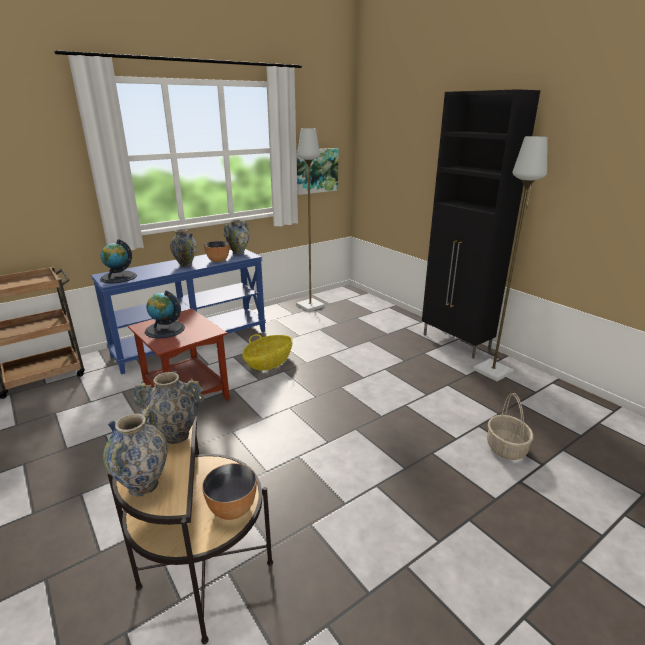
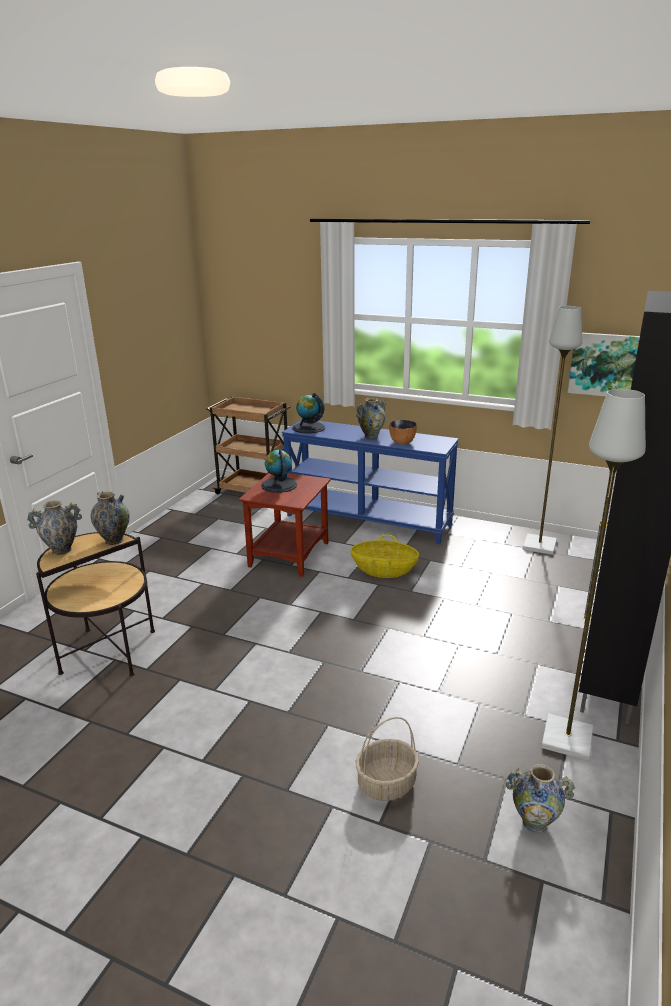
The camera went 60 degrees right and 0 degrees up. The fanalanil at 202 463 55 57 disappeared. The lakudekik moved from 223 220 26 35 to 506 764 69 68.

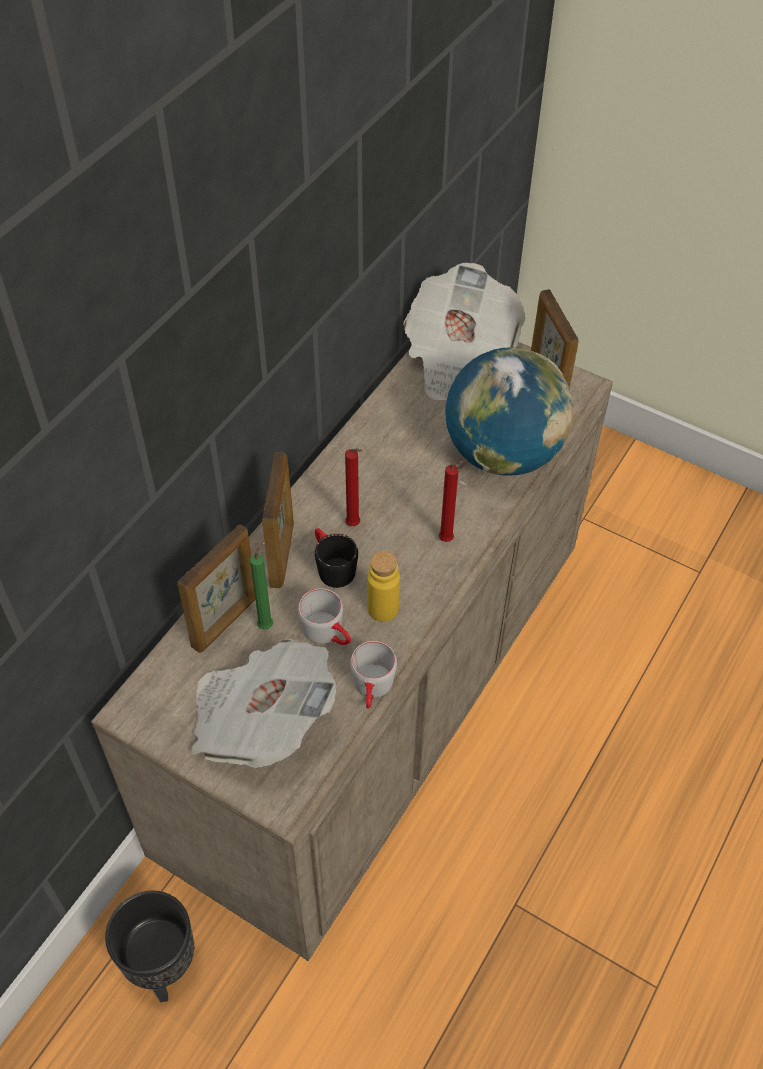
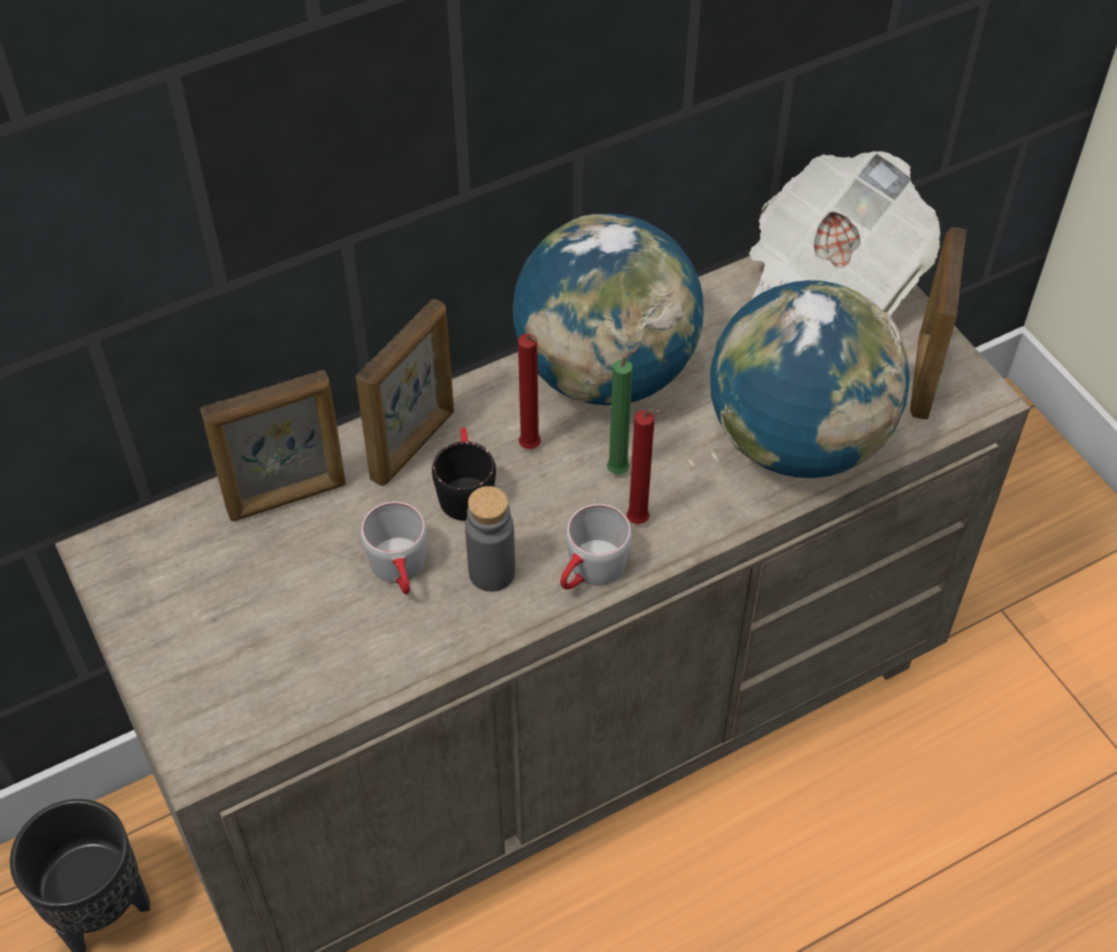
The camera went 30 degrees right and 0 degrees up. The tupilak at 191 639 146 129 disappeared. The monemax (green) moved from 250 541 23 89 to 607 345 34 130. The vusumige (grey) moved from 350 641 47 68 to 560 504 72 85. The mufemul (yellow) at 367 551 33 71 became the mufemul (grey) at 465 486 50 106. The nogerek at 513 213 191 192 appeared.

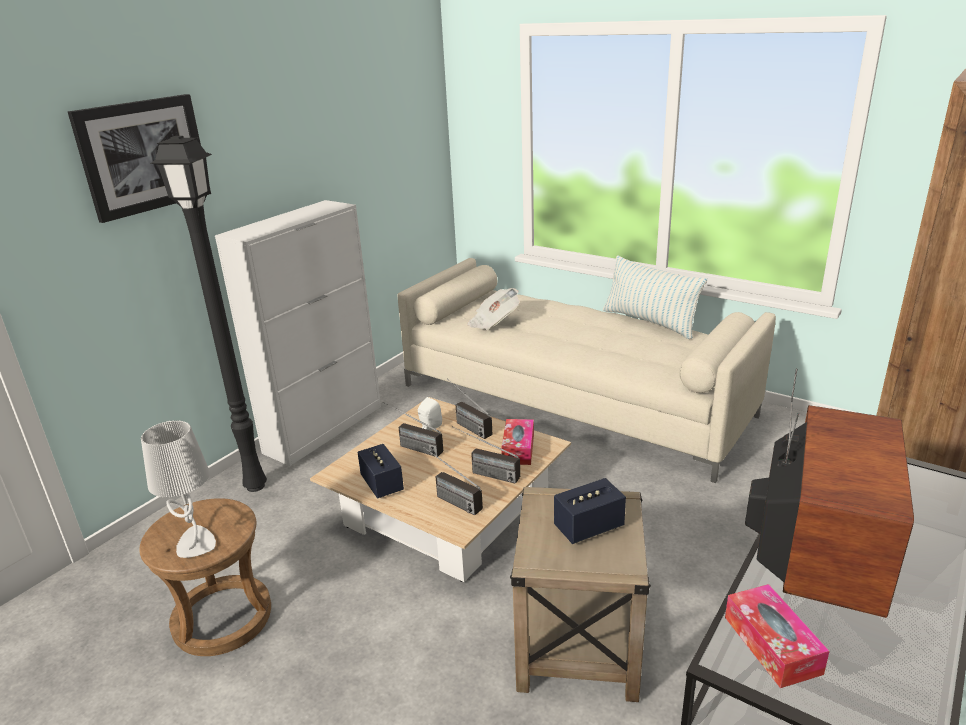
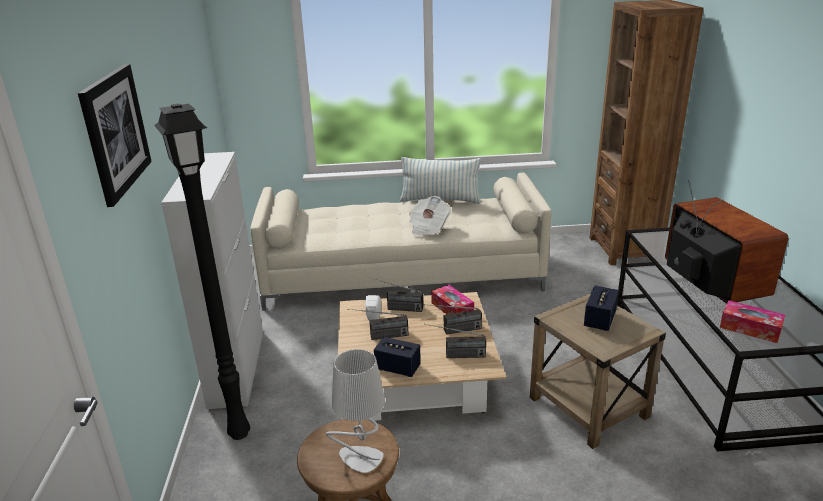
The camera went 40 degrees left and 0 degrees up. The tupilak moved from 467 288 53 42 to 409 196 43 40.

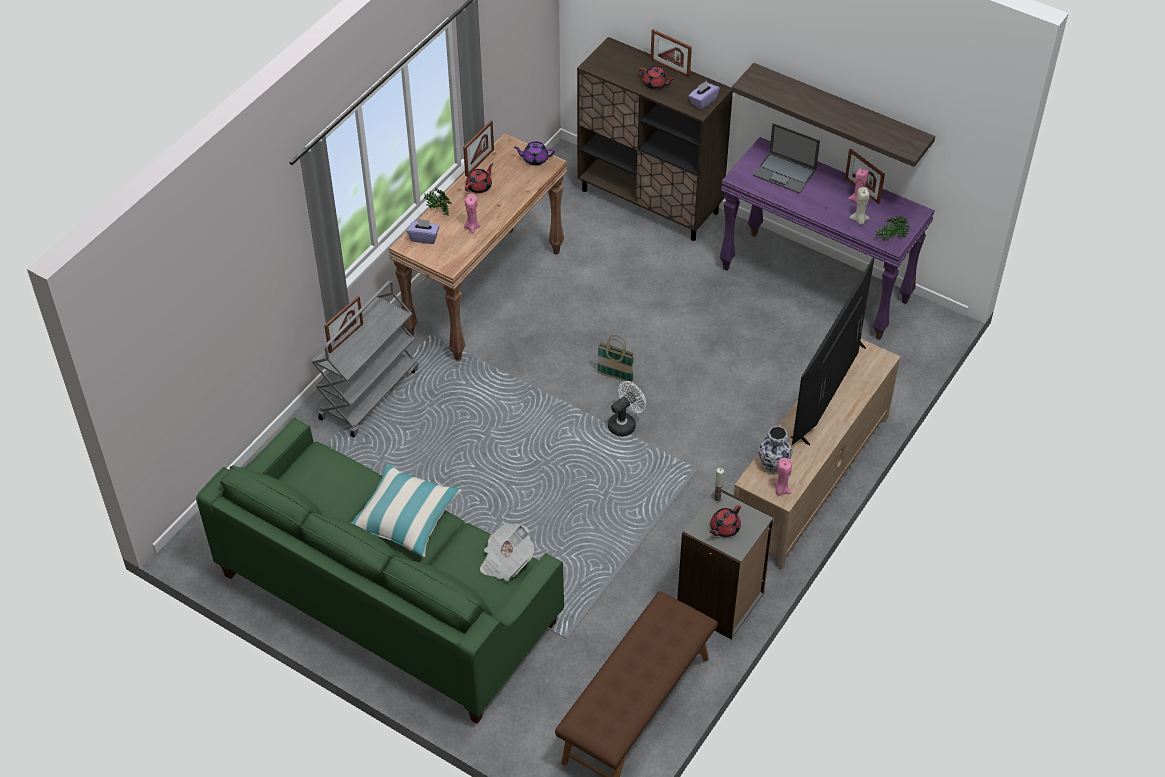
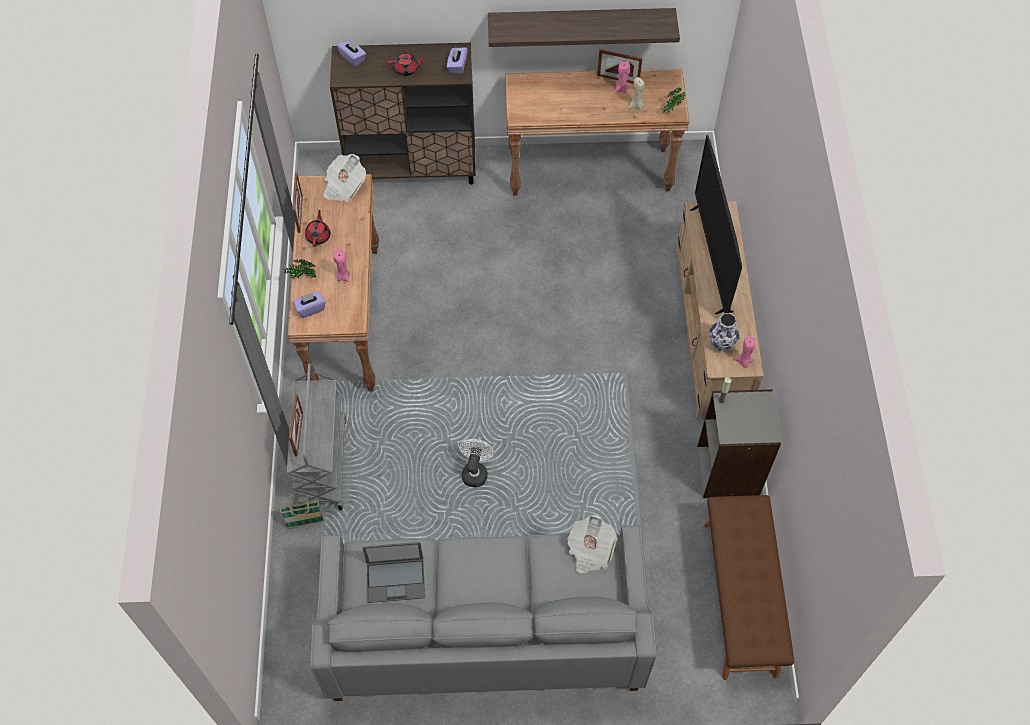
The camera went 35 degrees left and 10 degrees up. The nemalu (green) at 196 418 368 306 became the nemalu (grey) at 310 525 347 176. The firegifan at 351 463 111 94 disappeared. The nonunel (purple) at 514 141 41 25 was replaced by the tupilak at 323 154 43 48. The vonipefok moved from 597 335 37 48 to 280 497 44 32. The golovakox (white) moved from 608 381 38 56 to 460 439 34 48. The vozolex at 651 29 41 49 disappeared. The nonunel (red) at 710 505 31 32 disappeared. The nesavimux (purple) at 719 137 216 203 became the nesavimux (brown) at 505 69 184 127. The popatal moved from 753 123 67 71 to 362 542 63 61. The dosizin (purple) at 337 40 29 27 appeared.

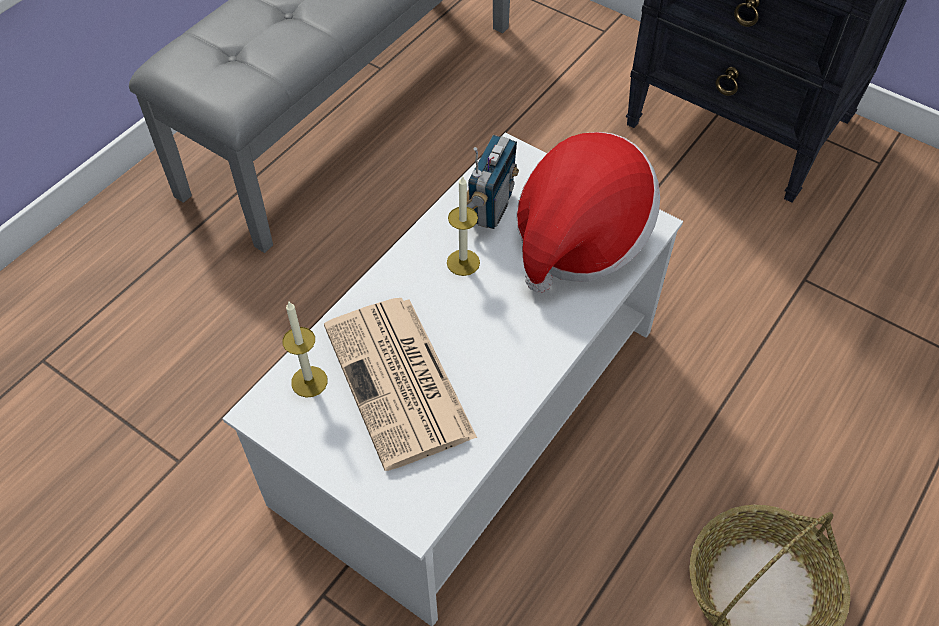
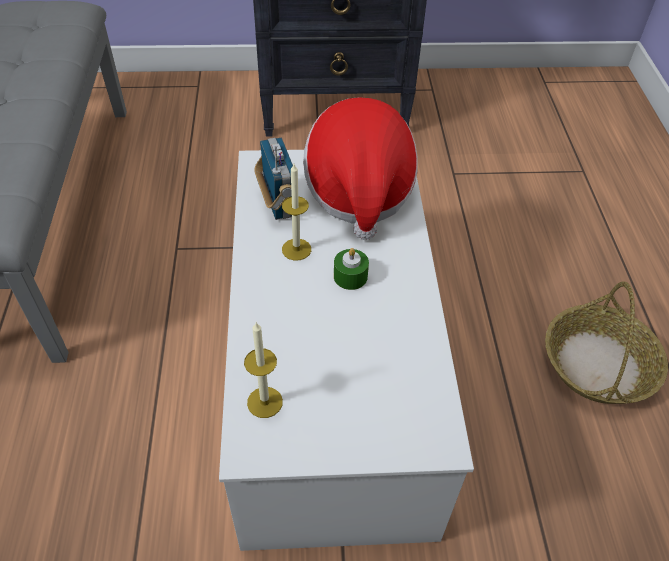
The camera went 40 degrees left and 5 degrees down. The tupilak at 324 298 153 173 disappeared. The monemax (green) at 334 248 35 42 appeared.

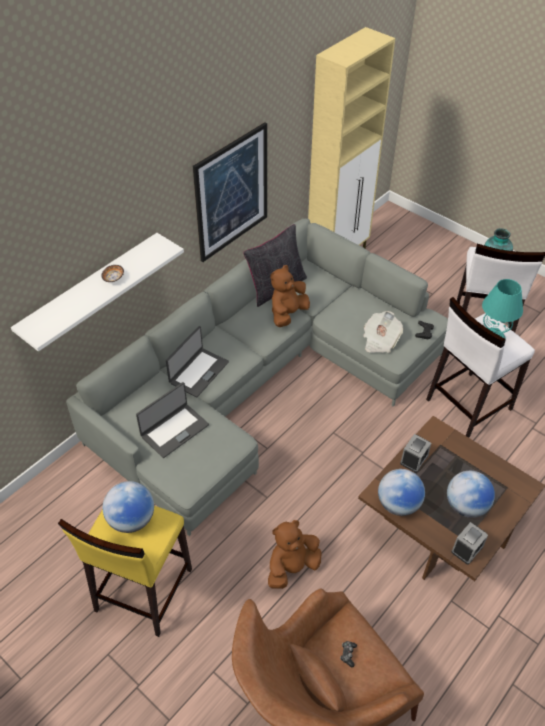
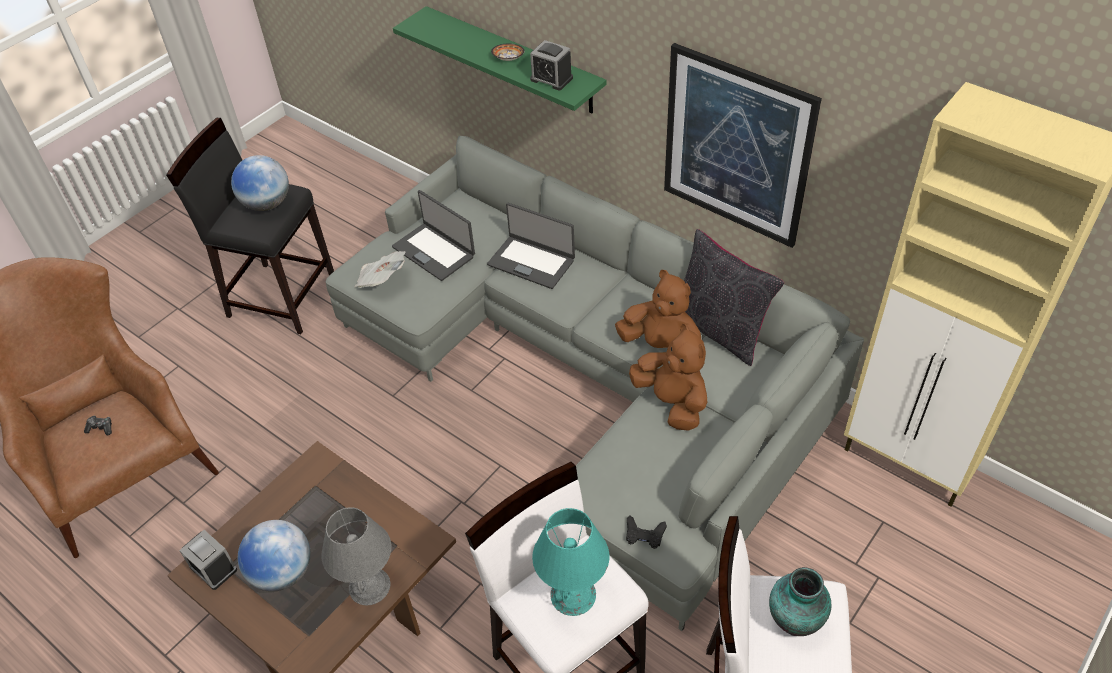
The camera went 90 degrees right and 0 degrees up. The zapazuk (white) at 11 233 173 118 became the zapazuk (green) at 393 6 213 107. The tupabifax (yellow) at 58 506 134 131 became the tupabifax (black) at 166 118 168 216. The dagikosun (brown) moved from 268 520 54 69 to 629 324 78 107. The tupilak moved from 363 311 40 42 to 355 251 51 37. The nogerek at 378 469 47 47 disappeared. The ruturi moved from 400 434 31 39 to 530 40 43 50. The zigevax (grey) at 321 507 70 98 appeared.

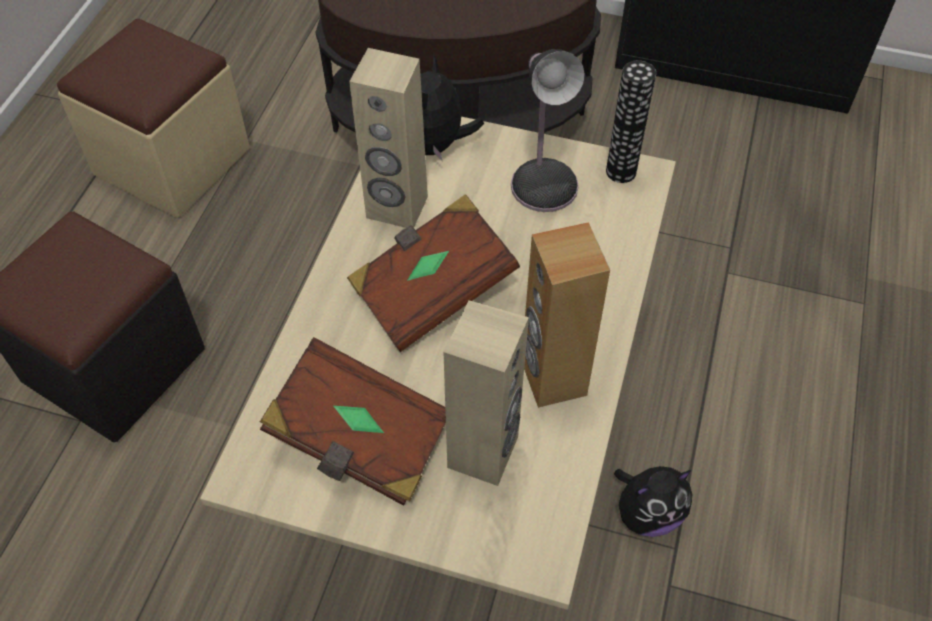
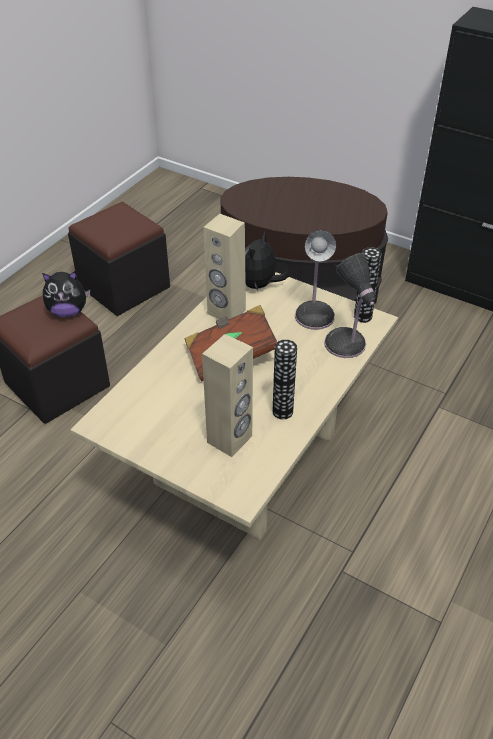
The camera went 15 degrees right and 10 degrees down. The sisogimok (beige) at 57 19 193 199 became the sisogimok (black) at 68 202 102 114. The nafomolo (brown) at 260 337 186 169 disappeared. The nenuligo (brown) at 524 222 86 186 was replaced by the lakudekik at 272 339 25 81. The dagikosun moved from 614 466 78 71 to 42 271 48 46. The zigevax at 324 253 52 105 appeared.

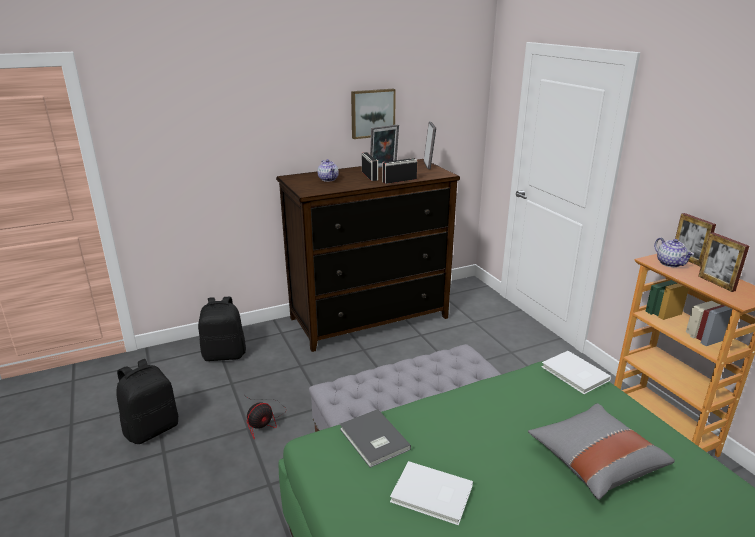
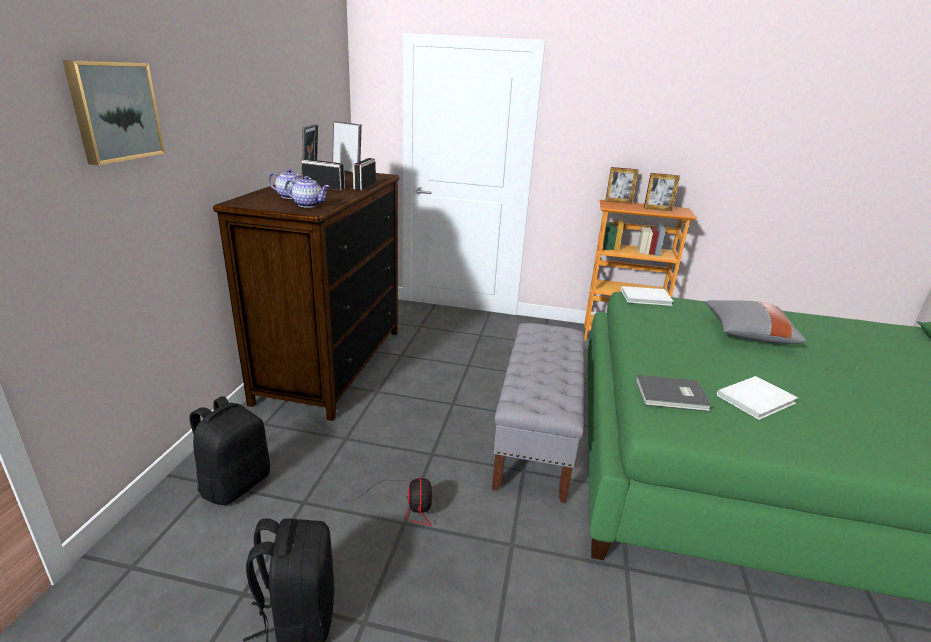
The camera went 55 degrees left and 0 degrees up. The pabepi moved from 351 89 45 50 to 63 60 102 105. The nonunel moved from 654 238 40 29 to 285 176 45 32.

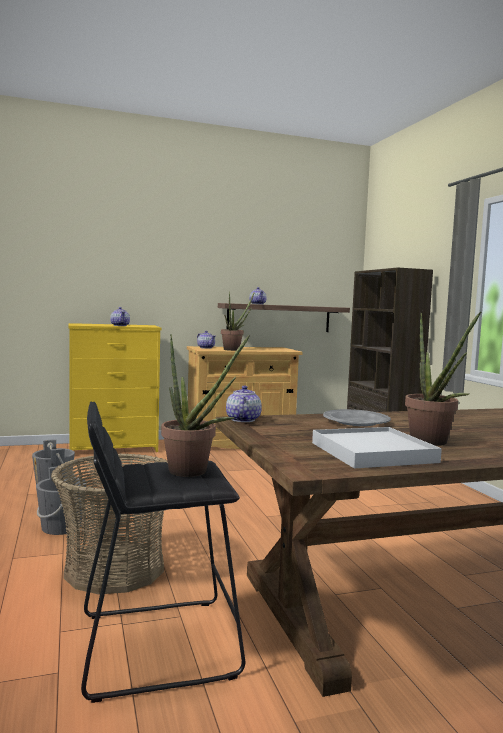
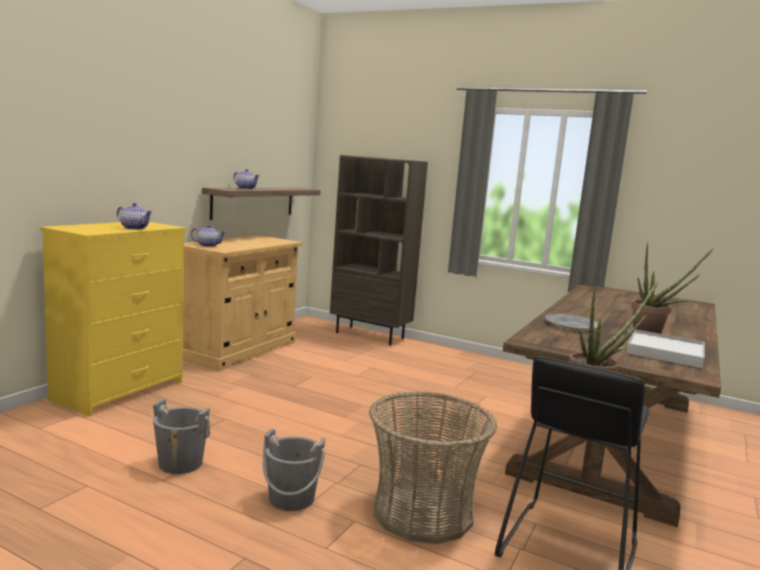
The camera went 45 degrees left and 5 degrees up. The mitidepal at 221 291 34 60 disappeared. The nonunel at 226 385 36 37 disappeared.

